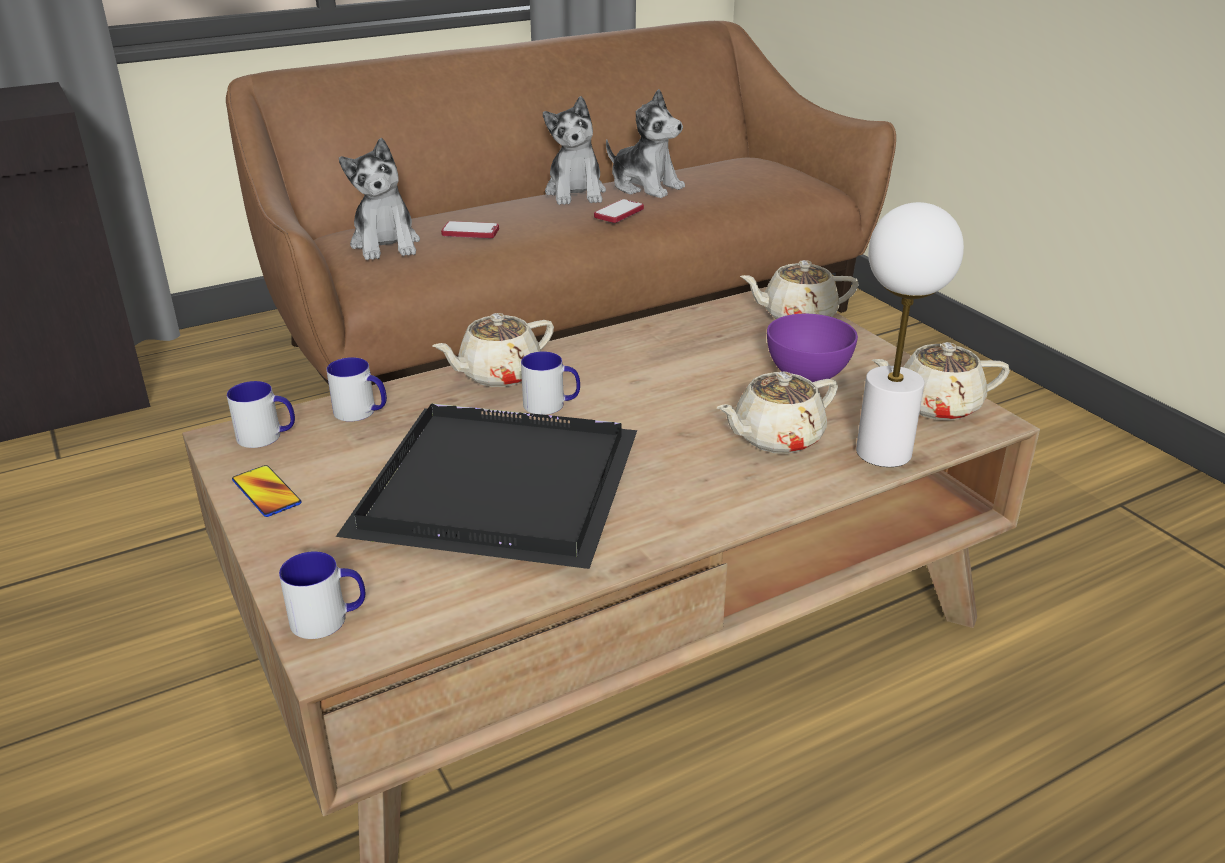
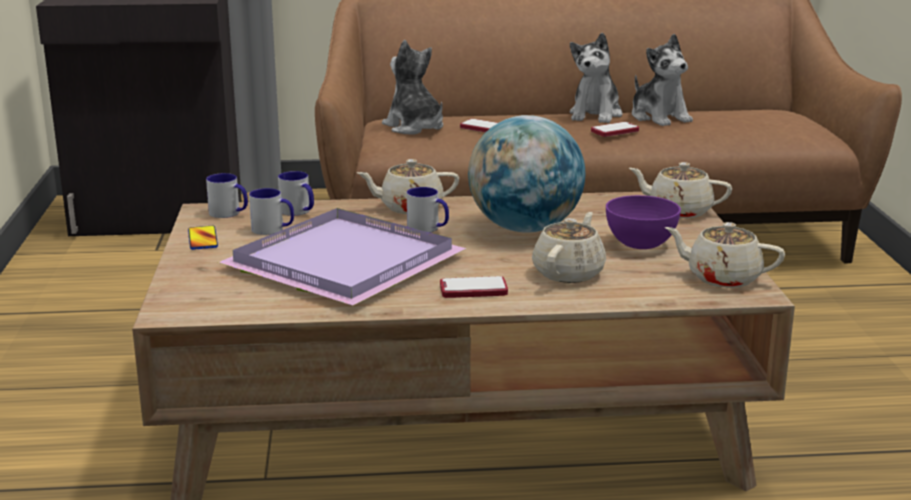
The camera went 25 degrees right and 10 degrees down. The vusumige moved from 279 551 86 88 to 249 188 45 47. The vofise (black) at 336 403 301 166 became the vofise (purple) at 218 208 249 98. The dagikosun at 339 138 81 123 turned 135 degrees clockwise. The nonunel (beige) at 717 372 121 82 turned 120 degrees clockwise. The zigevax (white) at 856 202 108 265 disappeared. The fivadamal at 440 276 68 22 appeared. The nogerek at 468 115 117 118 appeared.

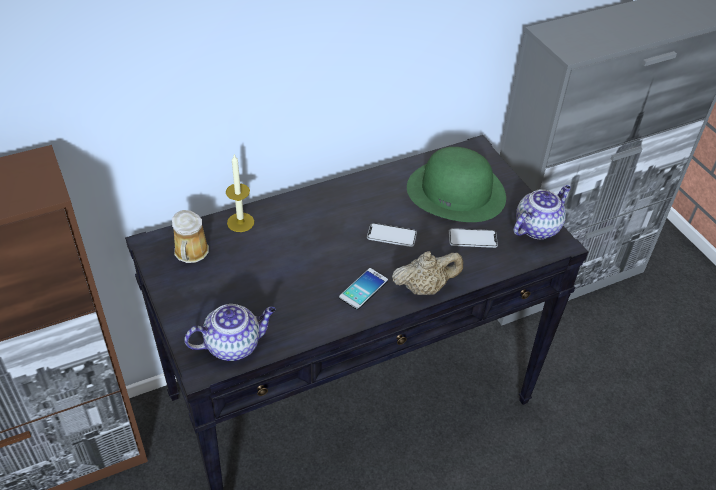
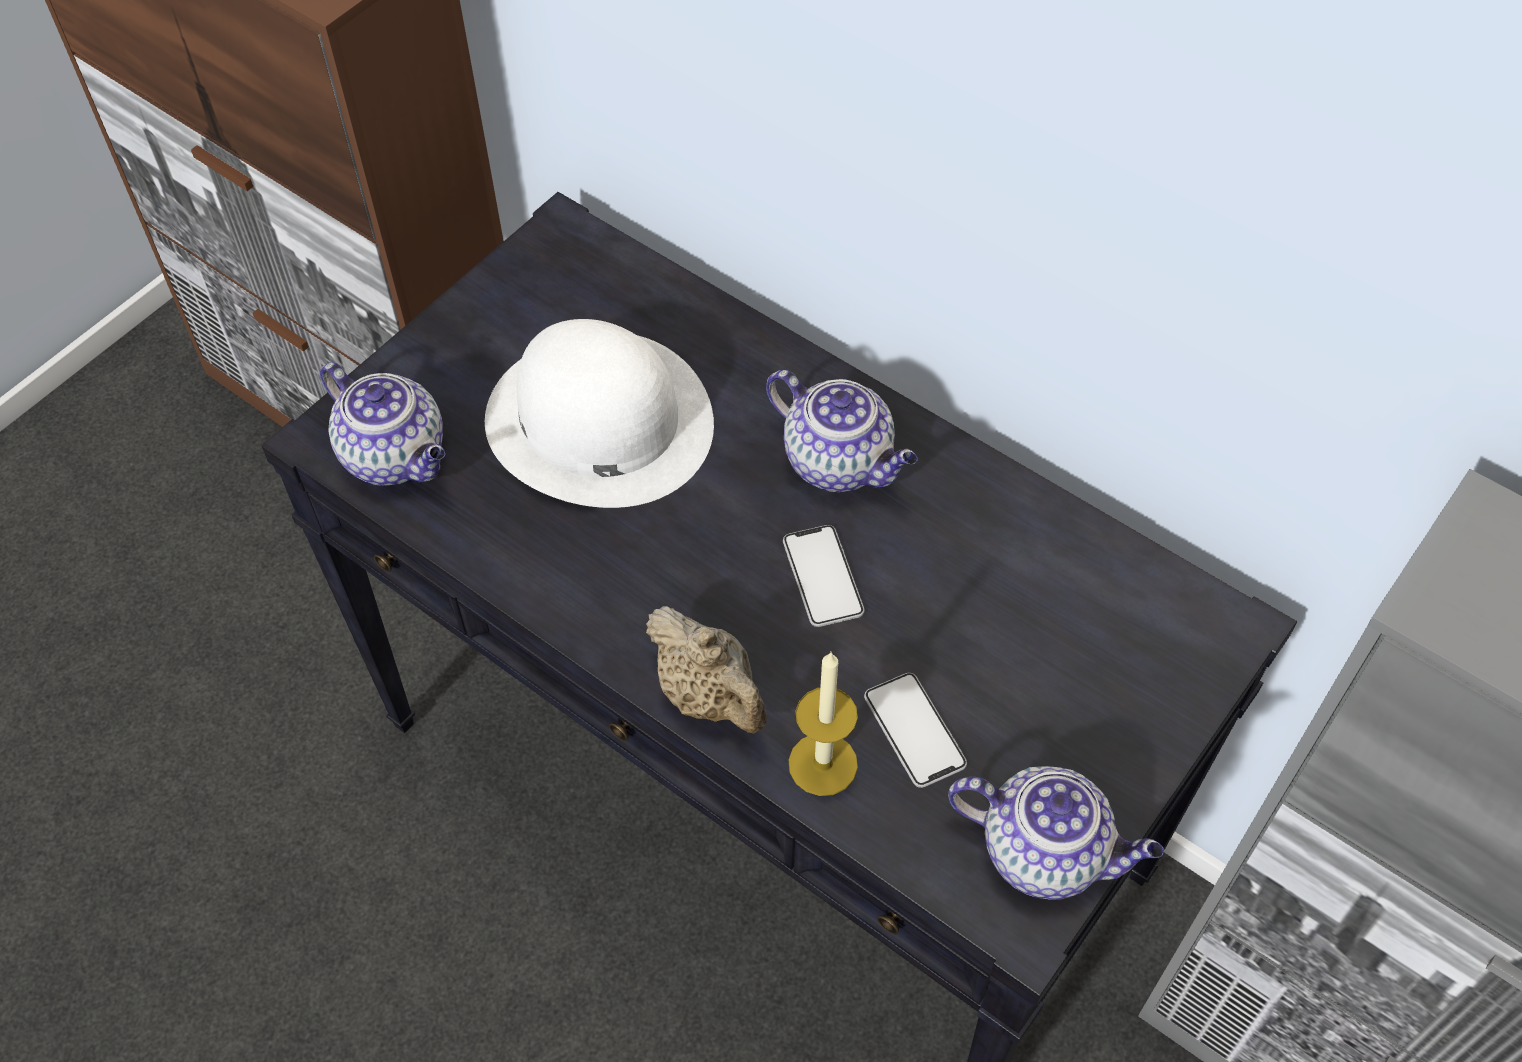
The camera went 65 degrees right and 10 degrees up. The vusumige at 172 210 37 53 disappeared. The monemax moved from 226 155 28 77 to 789 651 69 145. The fivadamal at 339 268 49 42 disappeared. The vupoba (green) at 407 147 99 75 disappeared. The vupoba (white) at 485 319 229 189 appeared. The nonunel at 766 370 152 122 appeared.

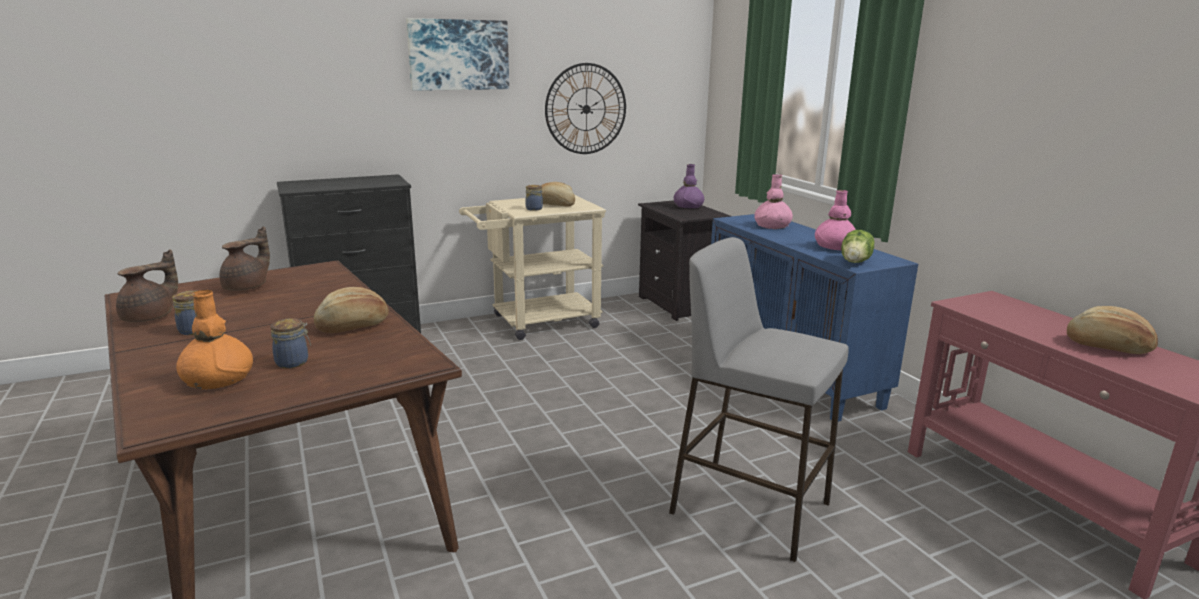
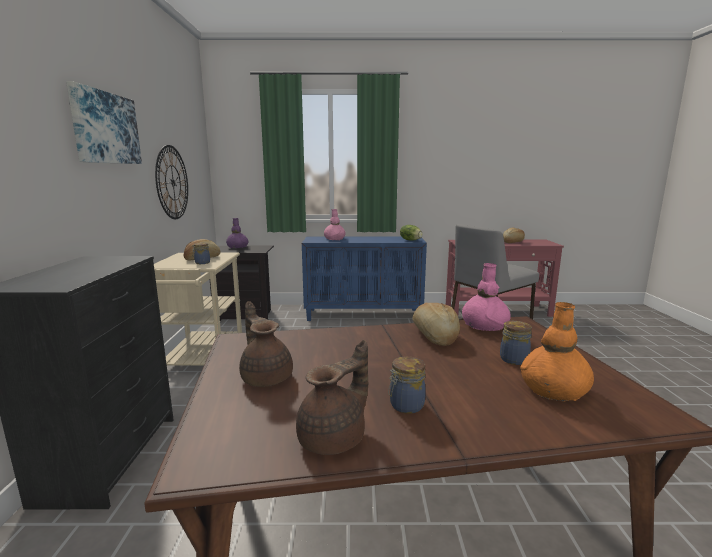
The camera went 65 degrees left and 5 degrees down. The nonunel (brown) at 116 249 62 73 turned 75 degrees clockwise. The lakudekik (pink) moved from 815 190 41 60 to 462 263 49 68.

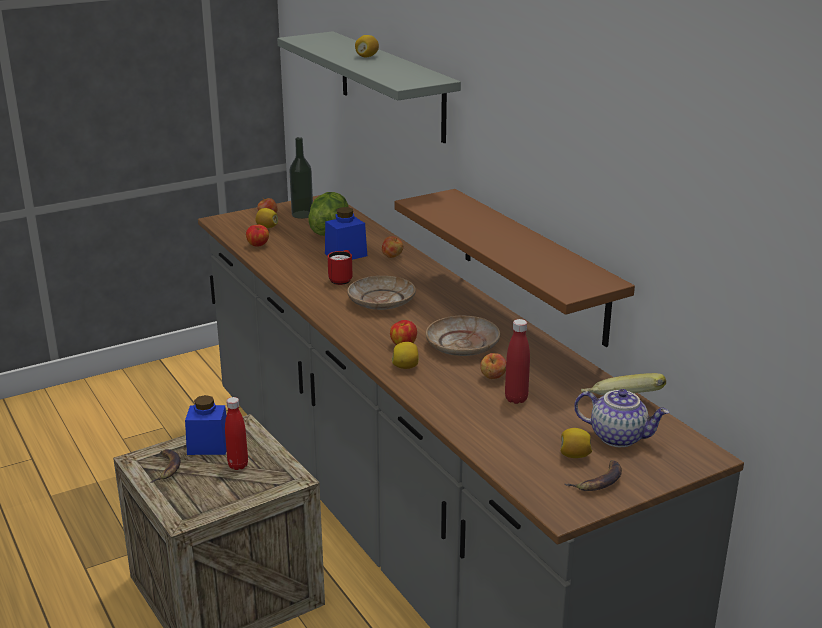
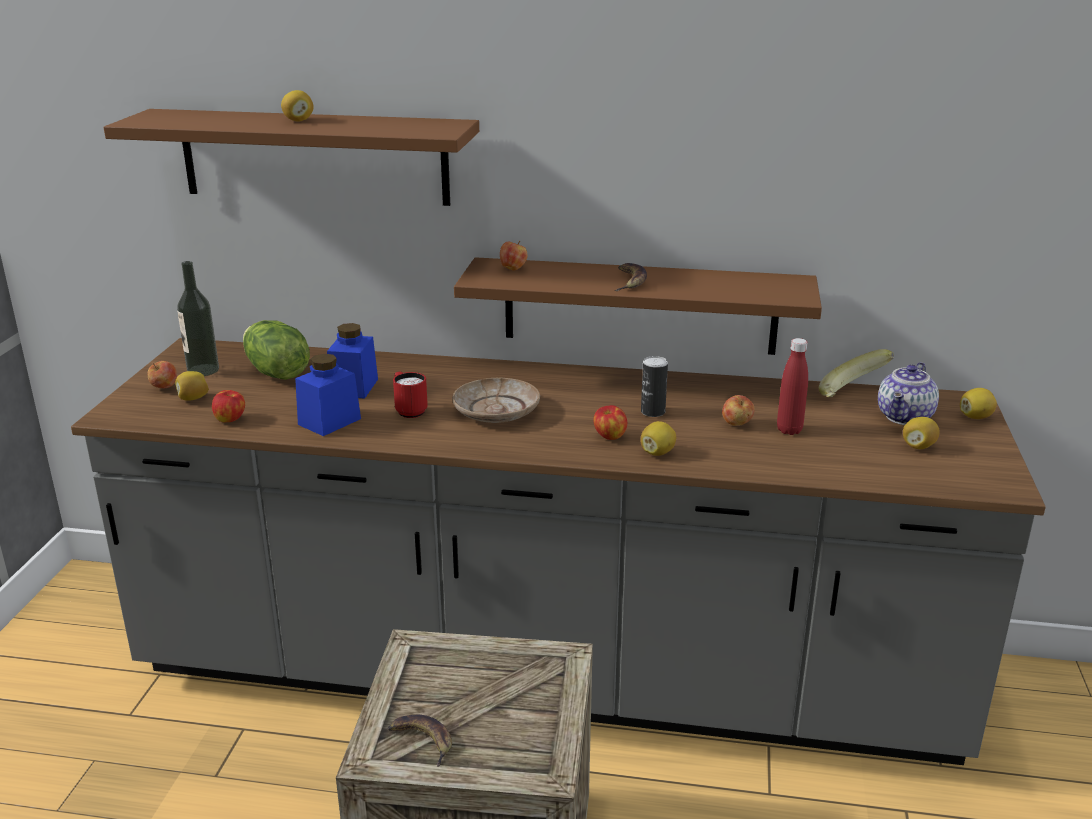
The camera went 50 degrees left and 0 degrees up. The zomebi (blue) moved from 185 395 42 60 to 295 354 66 82. The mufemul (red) at 225 397 23 73 disappeared. The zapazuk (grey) at 277 31 184 112 became the zapazuk (brown) at 104 109 375 97. The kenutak moved from 382 236 21 22 to 500 241 27 30. The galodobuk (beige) at 426 316 74 40 was replaced by the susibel at 641 356 27 61. The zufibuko moved from 565 460 57 31 to 615 263 32 28. The nonunel at 574 389 96 58 turned 150 degrees clockwise. The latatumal at 960 388 37 31 appeared.

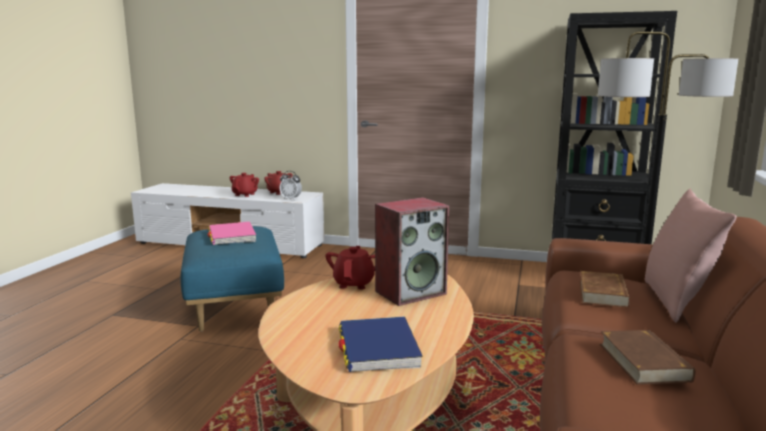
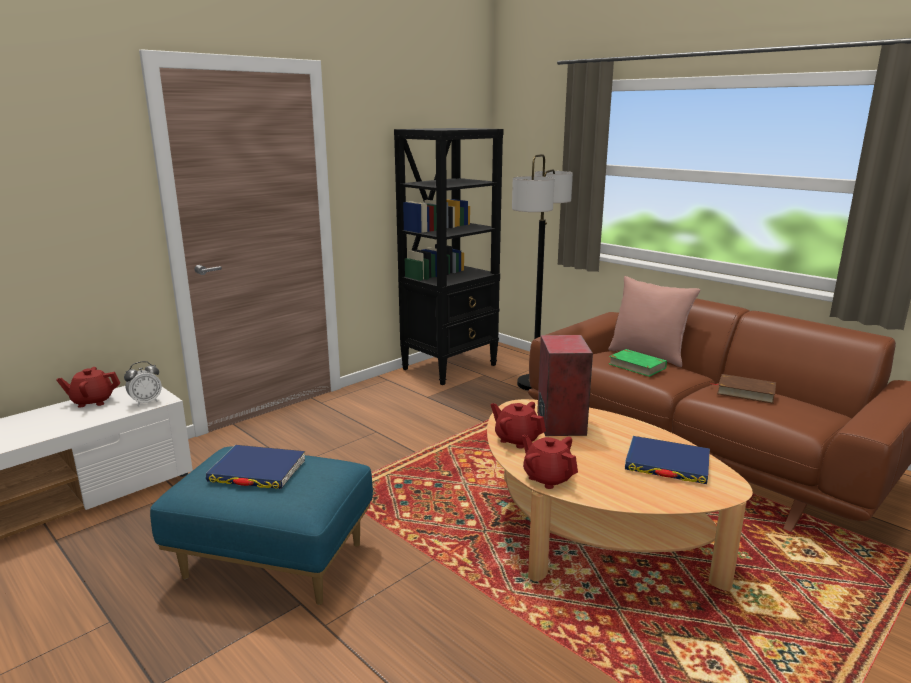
The camera went 60 degrees left and 5 degrees up. The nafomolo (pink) at 208 222 48 23 became the nafomolo (blue) at 206 445 99 44. The nonunel (red) moved from 230 173 29 24 to 522 435 56 54. The nafomolo (brown) at 580 271 50 37 became the nafomolo (green) at 609 349 58 28.

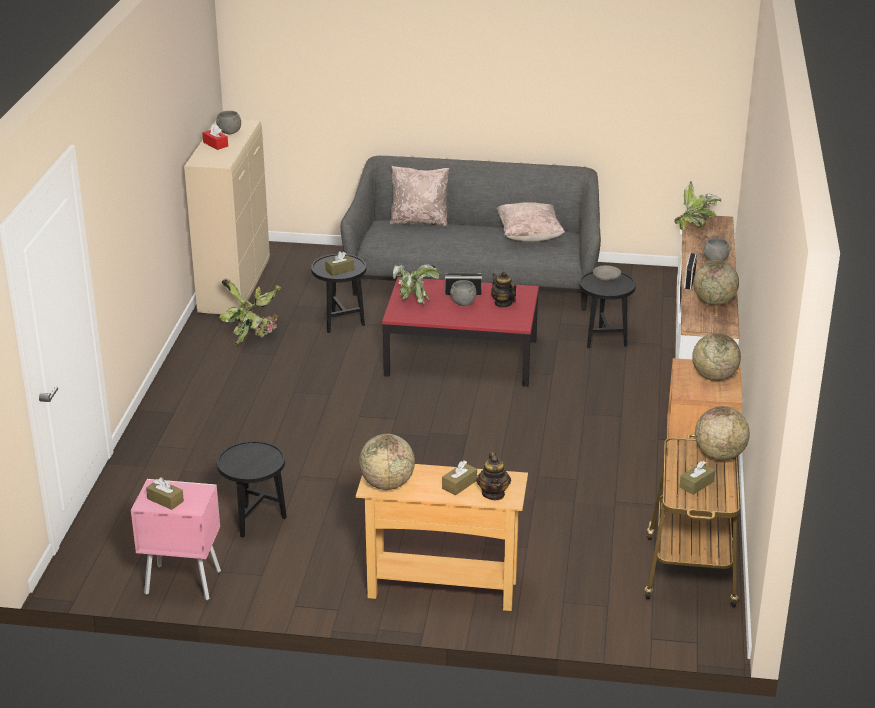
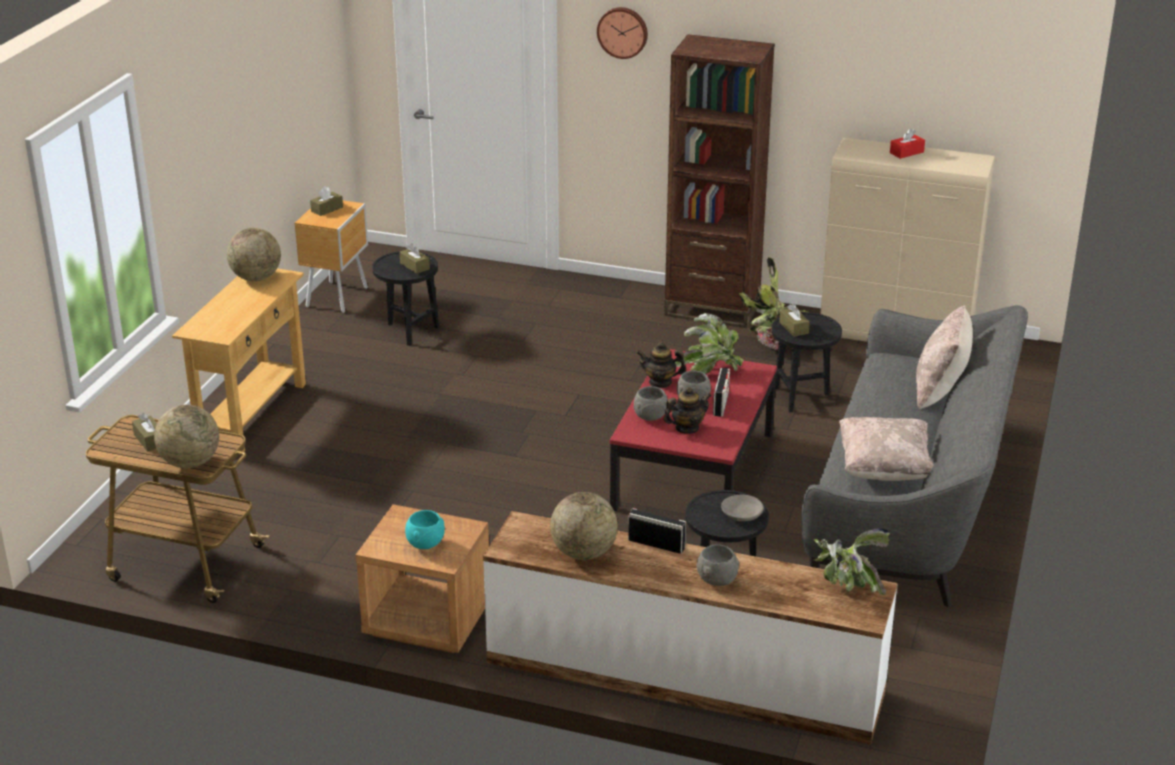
The camera went 100 degrees right and 0 degrees up. The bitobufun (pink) at 131 479 90 121 became the bitobufun (brown) at 295 200 73 113. The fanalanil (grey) moved from 216 111 25 23 to 634 386 34 35. The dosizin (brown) moved from 442 460 35 35 to 399 243 31 31. The nonunel moved from 476 452 35 48 to 637 342 50 46. The nogerek at 692 333 49 48 was replaced by the fanalanil (turquoise) at 405 510 40 39. The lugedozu at 597 7 51 52 appeared. The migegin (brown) at 664 34 111 294 appeared.

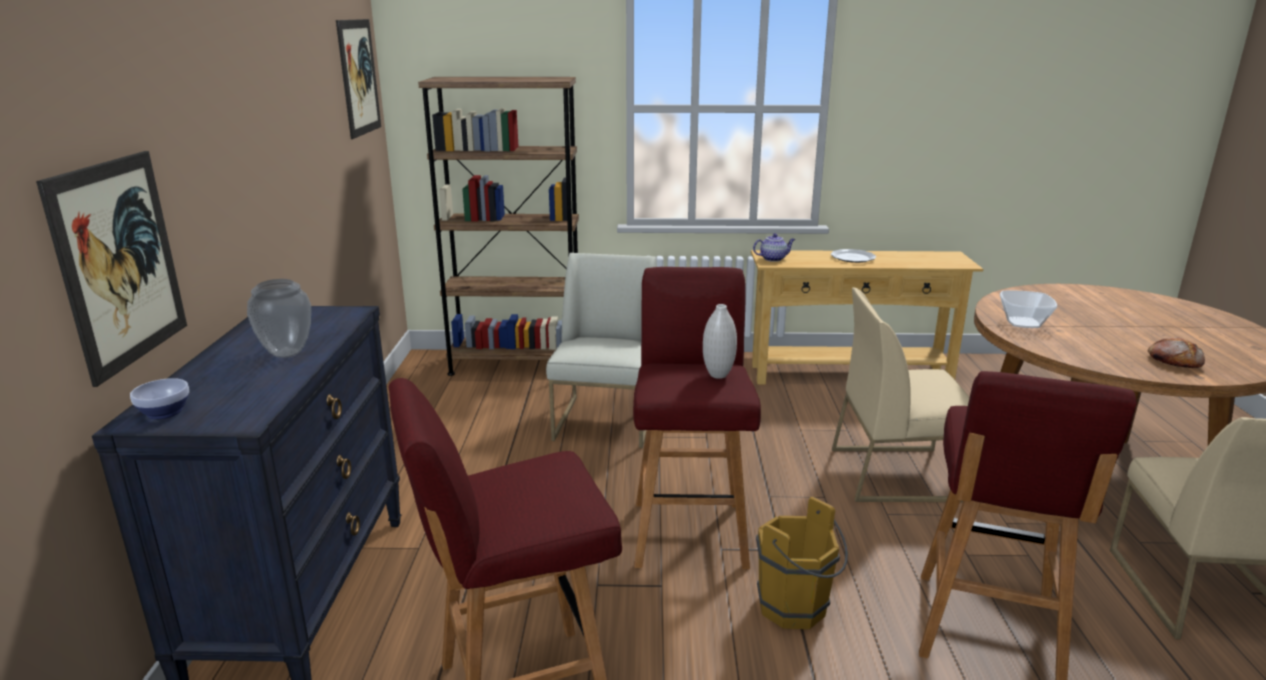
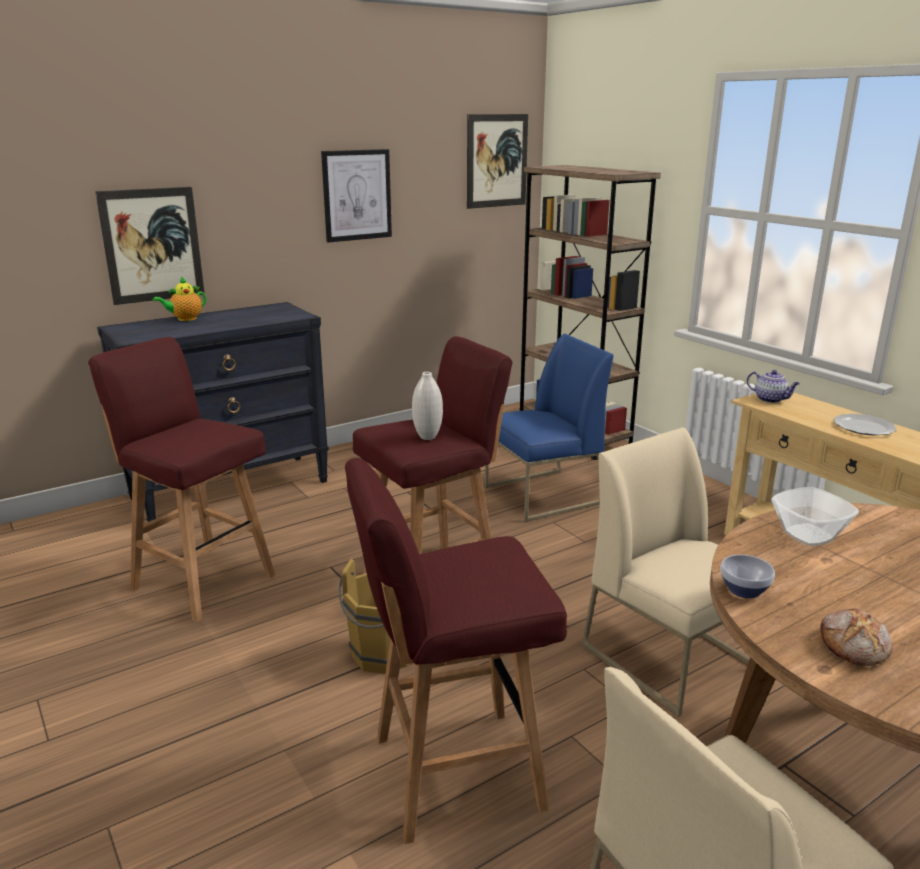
The camera went 55 degrees right and 0 degrees up. The fanalanil moved from 130 378 59 41 to 720 555 55 43. The lakudekik at 247 279 64 79 disappeared. The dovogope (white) at 546 253 111 195 became the dovogope (blue) at 485 334 129 188. The nonunel at 152 277 54 44 appeared. The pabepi at 321 149 71 93 appeared.

